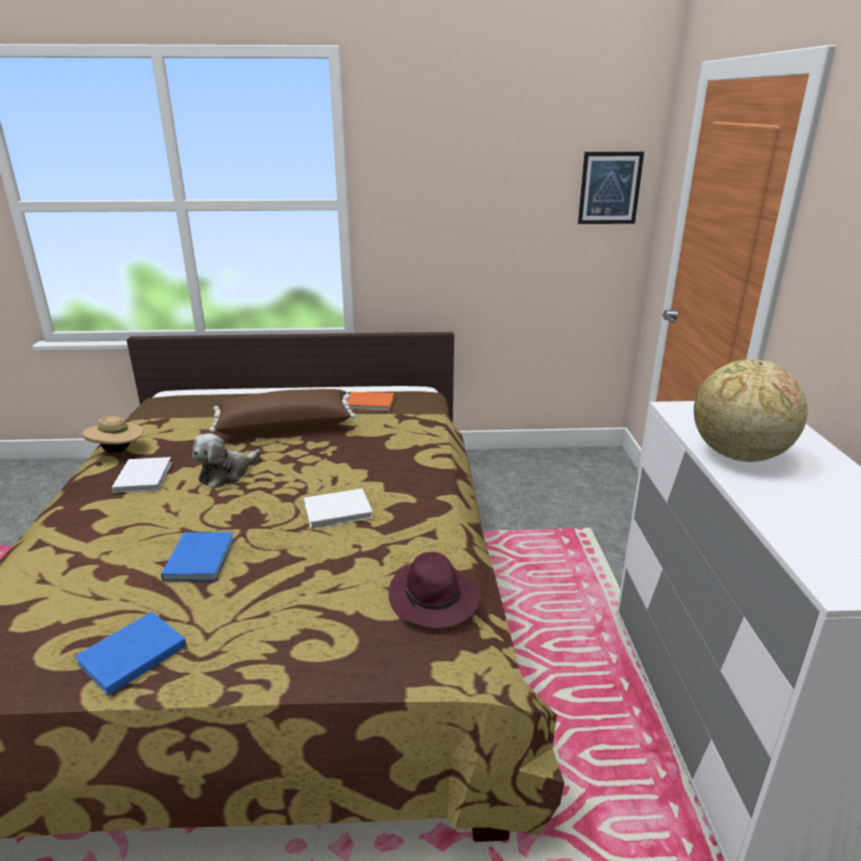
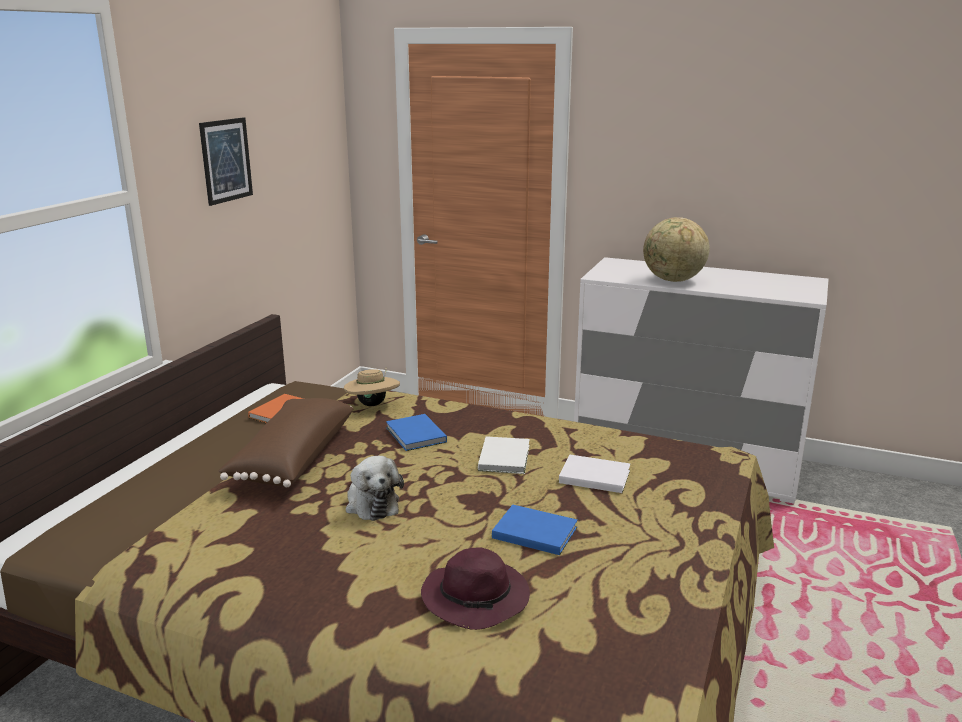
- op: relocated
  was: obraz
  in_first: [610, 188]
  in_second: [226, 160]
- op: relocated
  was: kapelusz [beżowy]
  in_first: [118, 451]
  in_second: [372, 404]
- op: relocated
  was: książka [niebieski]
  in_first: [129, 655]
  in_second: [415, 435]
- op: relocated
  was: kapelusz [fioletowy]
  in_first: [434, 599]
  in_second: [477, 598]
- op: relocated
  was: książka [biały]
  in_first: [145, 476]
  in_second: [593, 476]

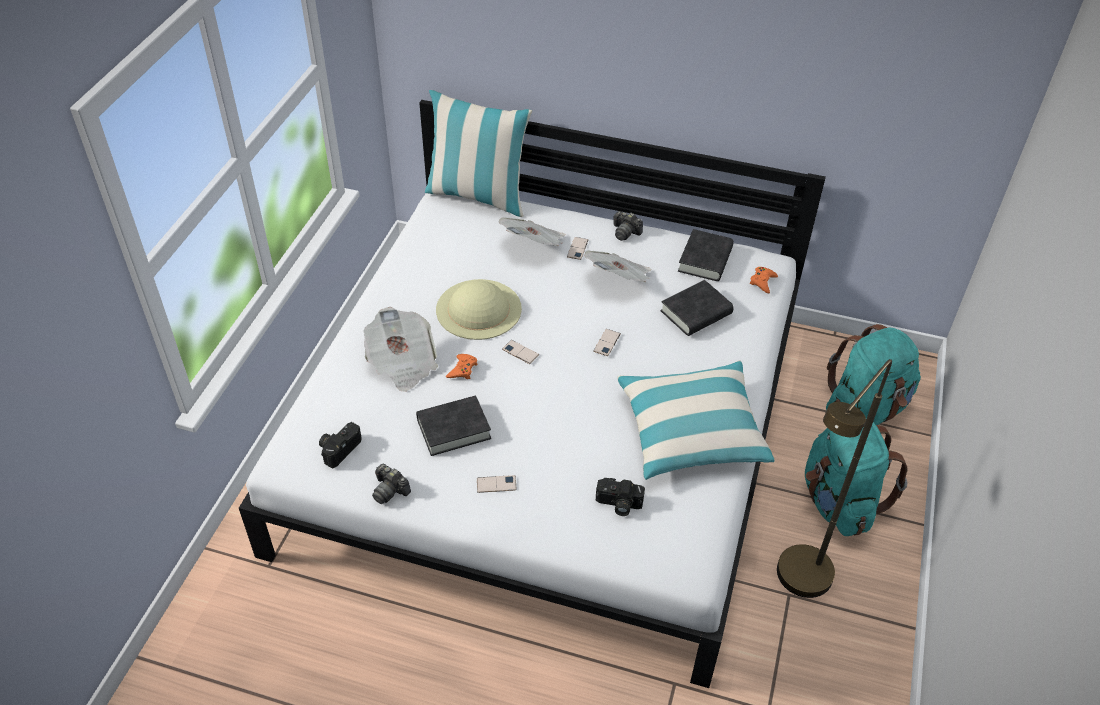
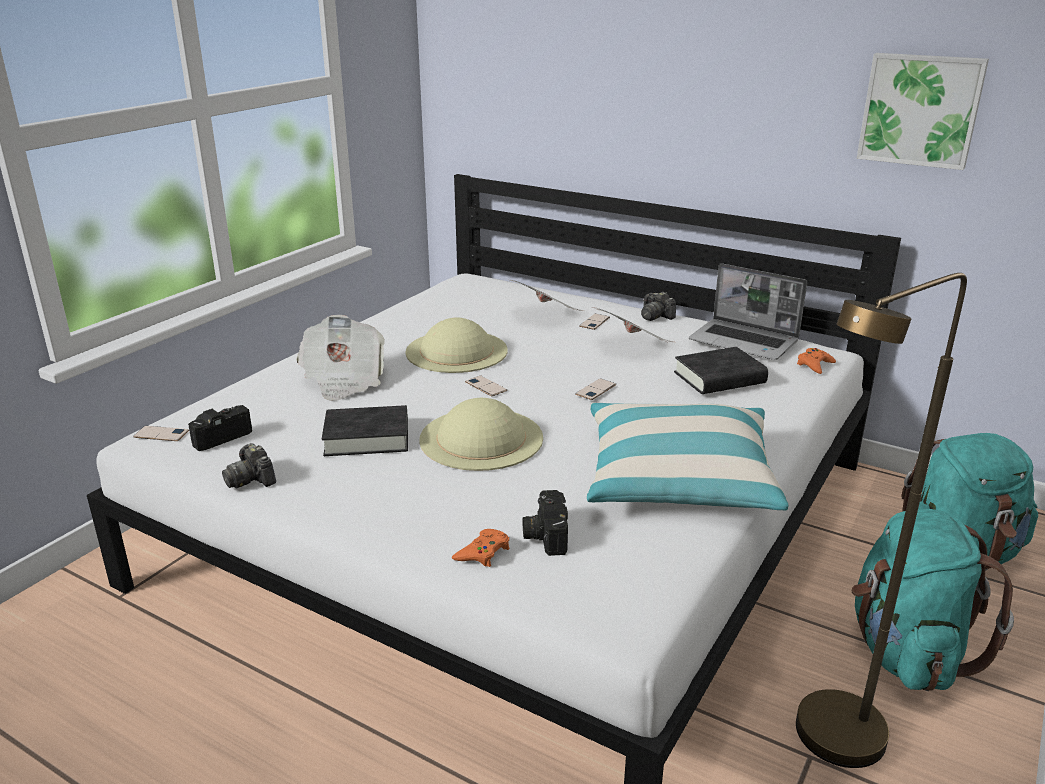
- op: relocated
  was: telefon
  in_first: [496, 484]
  in_second: [161, 434]
- op: appeared
  now: kapelusz [beżowy]
  in_second: [481, 438]
- op: relocated
  was: pad do gier [pomarańczowy]
  in_first: [462, 369]
  in_second: [483, 552]
- op: spun
  was: aparat fotograficzny
  in_first: [618, 504]
  in_second: [544, 534]
  clockwise: 60
- op: exchanged
  was: książka [czarny]
  now: laptop
  in_first: [705, 260]
  in_second: [745, 341]
- op: appeared
  now: obraz
  in_second: [920, 110]
- op: missing
  was: poduszka
  in_first: [478, 196]

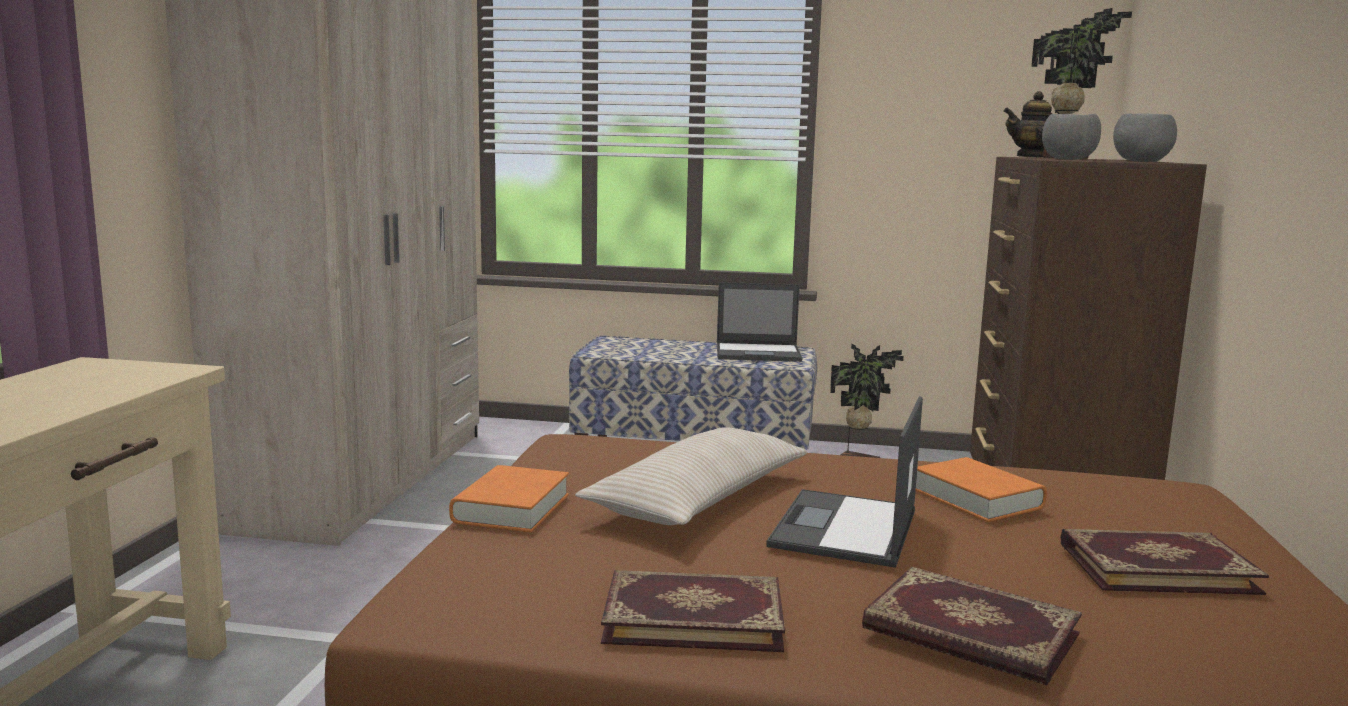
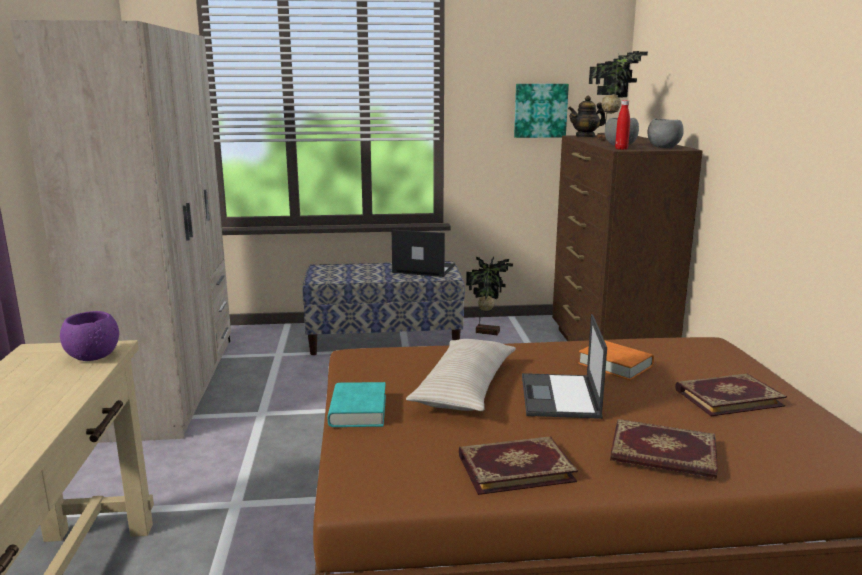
- op: appeared
  now: miska [fioletowy]
  in_second: [94, 357]
- op: colour
  was: książka [pomarańczowy]
  now: książka [turkusowy]
  in_first: [511, 508]
  in_second: [358, 411]
- op: spun
  was: laptop
  in_first: [759, 353]
  in_second: [423, 269]
  clockwise: -150
- op: appeared
  now: obraz
  in_second: [540, 110]
- op: appeared
  now: butelka [czerwony]
  in_second: [621, 149]

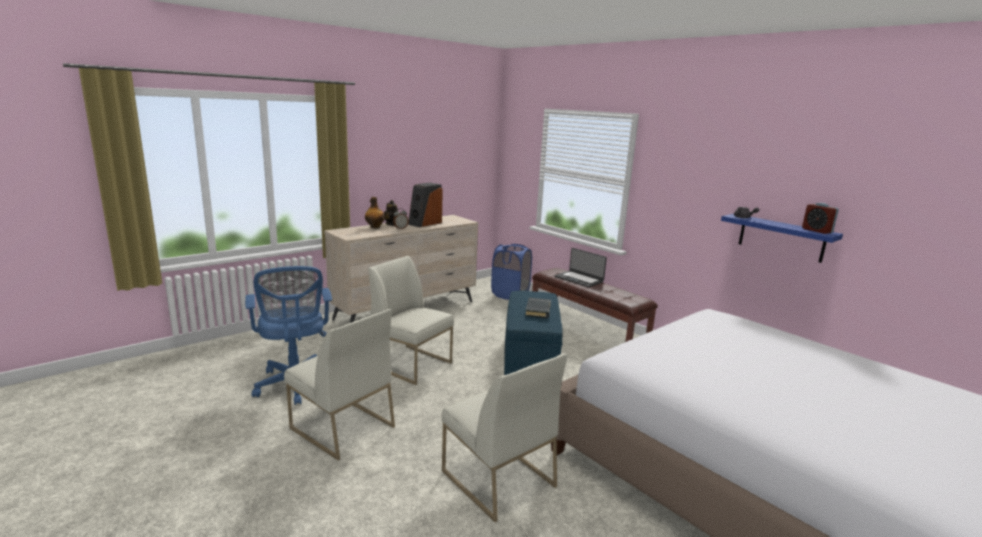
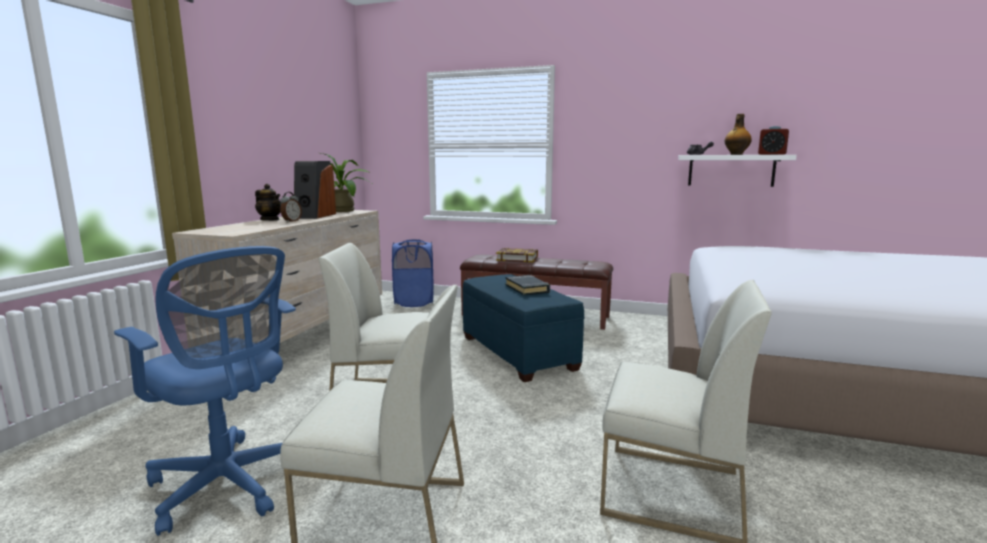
- op: appeared
  now: roślina doniczkowa
  in_second: [344, 211]
- op: exchanged
  was: laptop
  now: książka
  in_first: [579, 279]
  in_second: [517, 258]
- op: colour
  was: półka [niebieski]
  now: półka [biały]
  in_first: [781, 238]
  in_second: [731, 170]
- op: relocated
  was: butelka
  in_first: [374, 227]
  in_second: [736, 154]

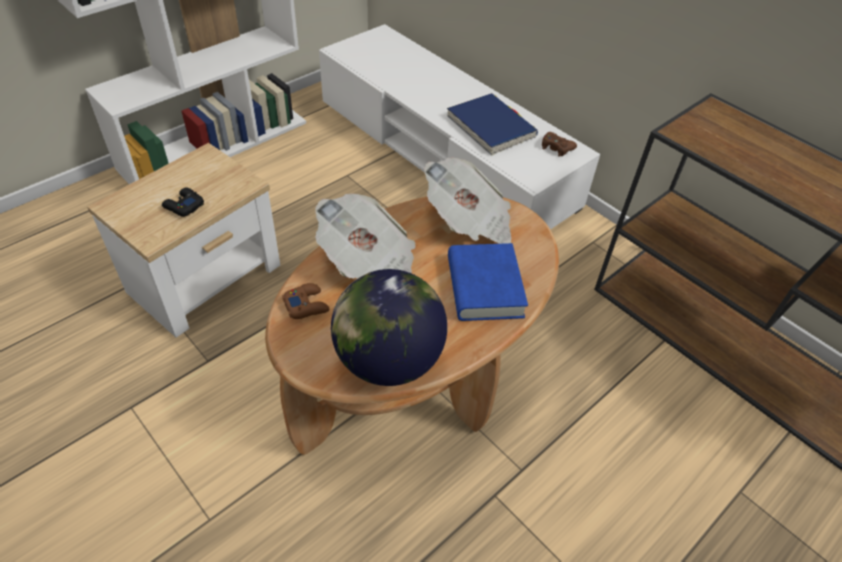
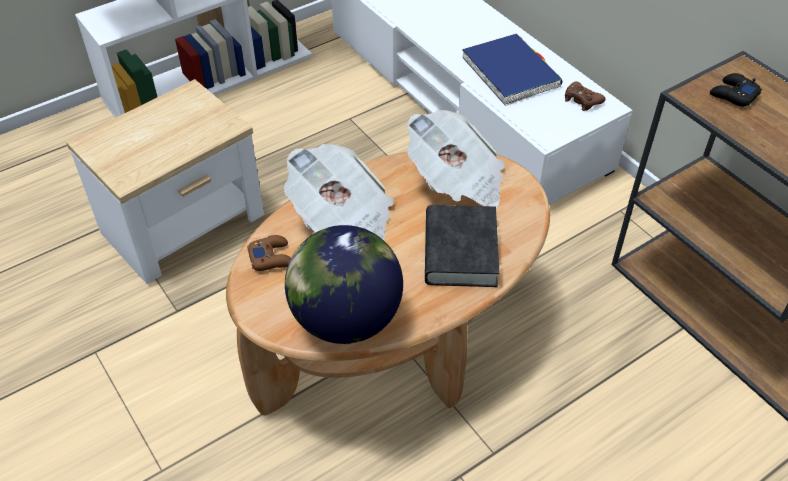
- op: colour
  was: książka [niebieski]
  now: książka [czarny]
  in_first: [484, 287]
  in_second: [460, 252]
- op: relocated
  was: pad do gier [czarny]
  in_first: [183, 206]
  in_second: [733, 95]

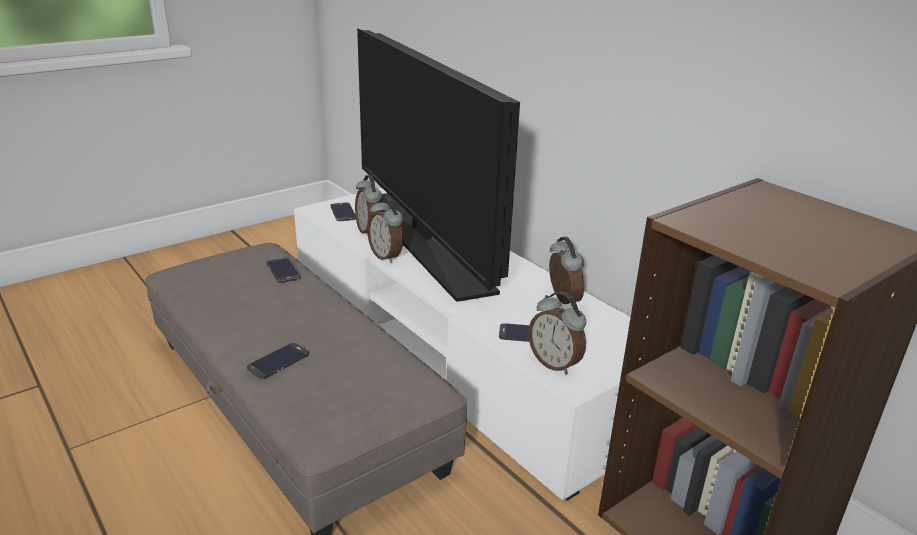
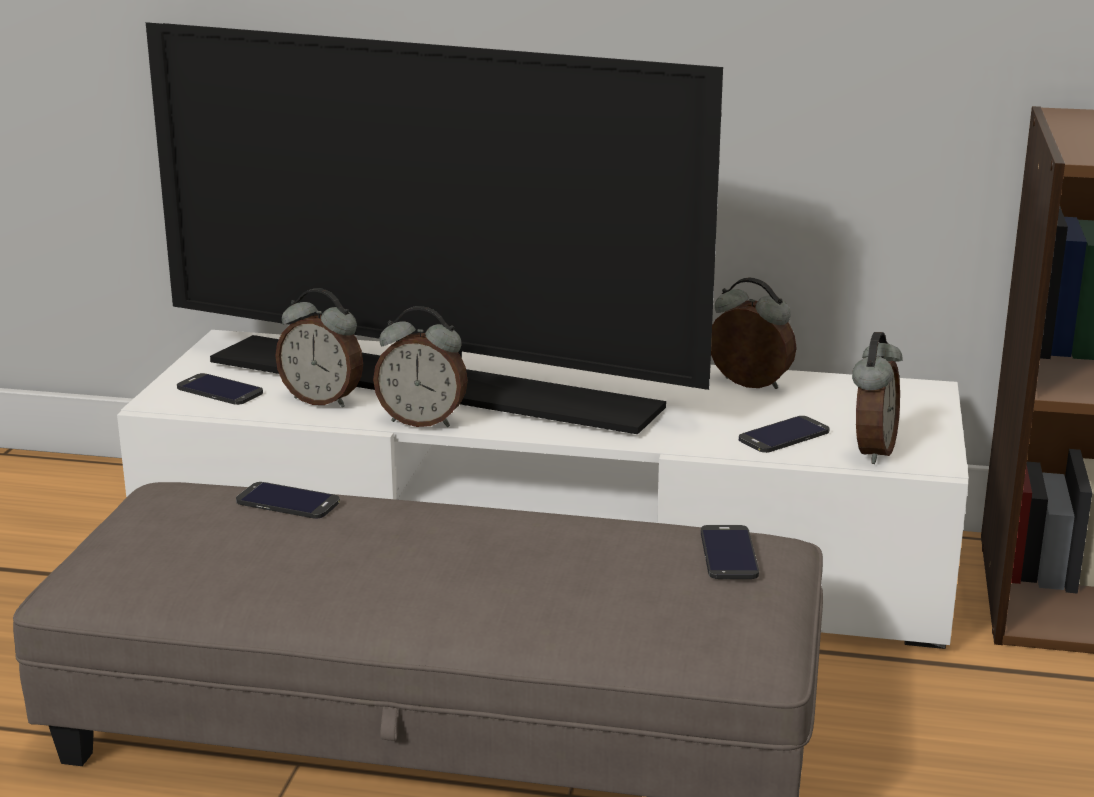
- op: relocated
  was: telefon
  in_first: [278, 361]
  in_second: [729, 553]
- op: spun
  was: budzik
  in_first: [555, 363]
  in_second: [871, 451]
  clockwise: -75

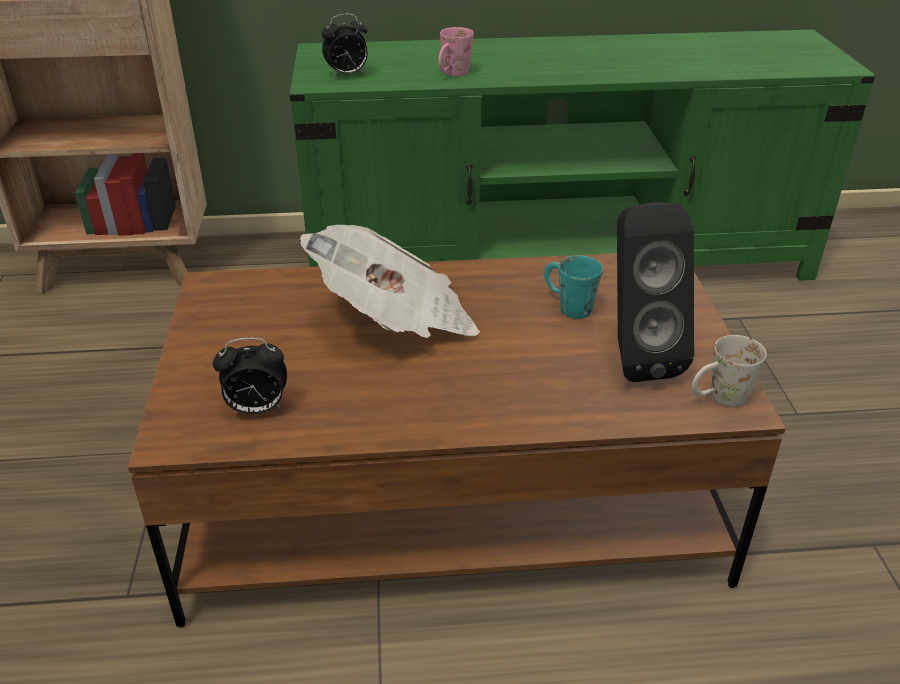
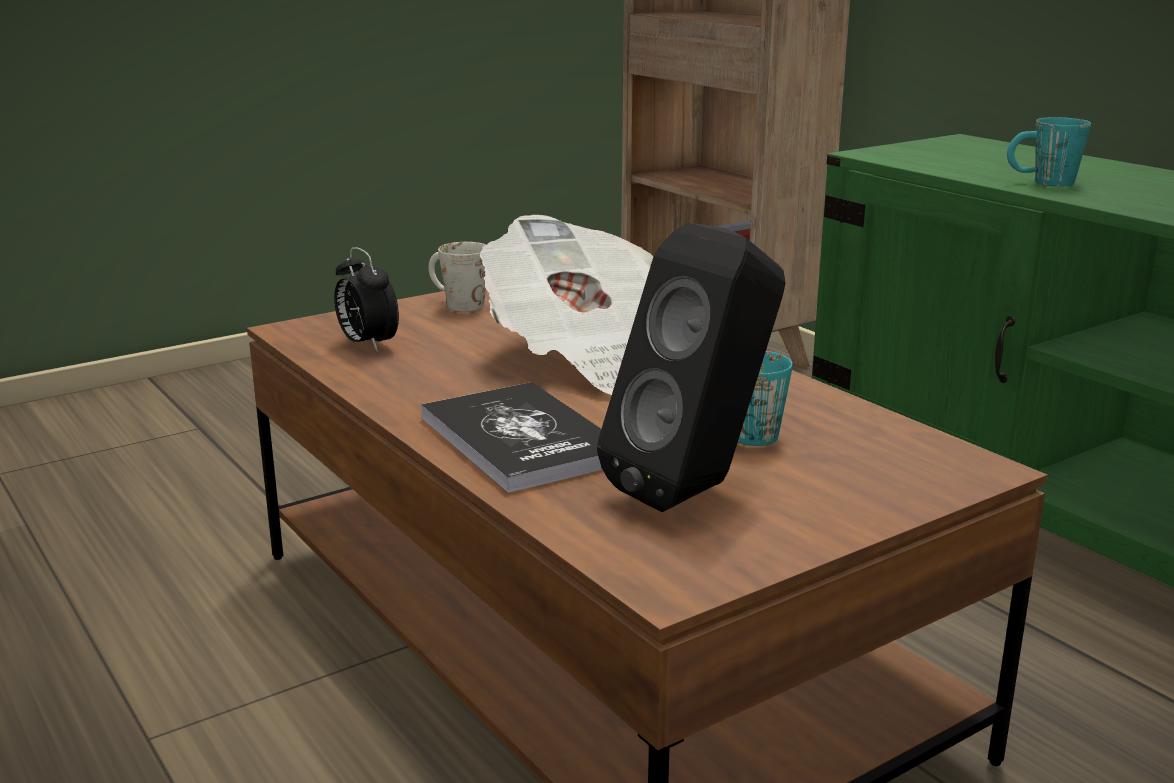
- op: appeared
  now: książka
  in_second: [521, 439]
- op: relocated
  was: kubek [biały]
  in_first: [718, 399]
  in_second: [456, 304]
- op: colour
  was: kubek [różowy]
  now: kubek [turkusowy]
  in_first: [452, 74]
  in_second: [1041, 183]
- op: missing
  was: budzik
  in_first: [347, 75]

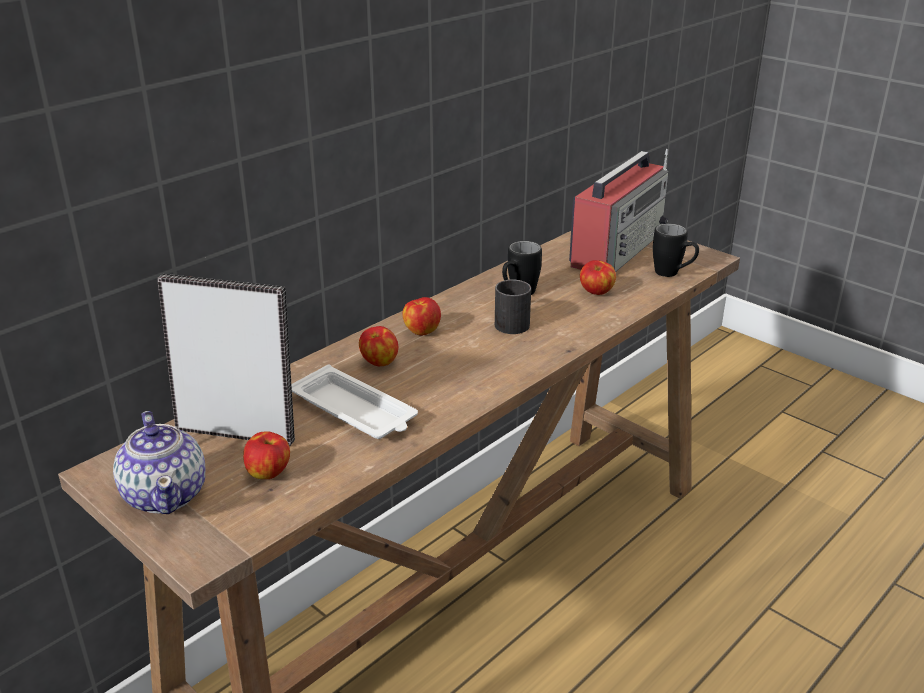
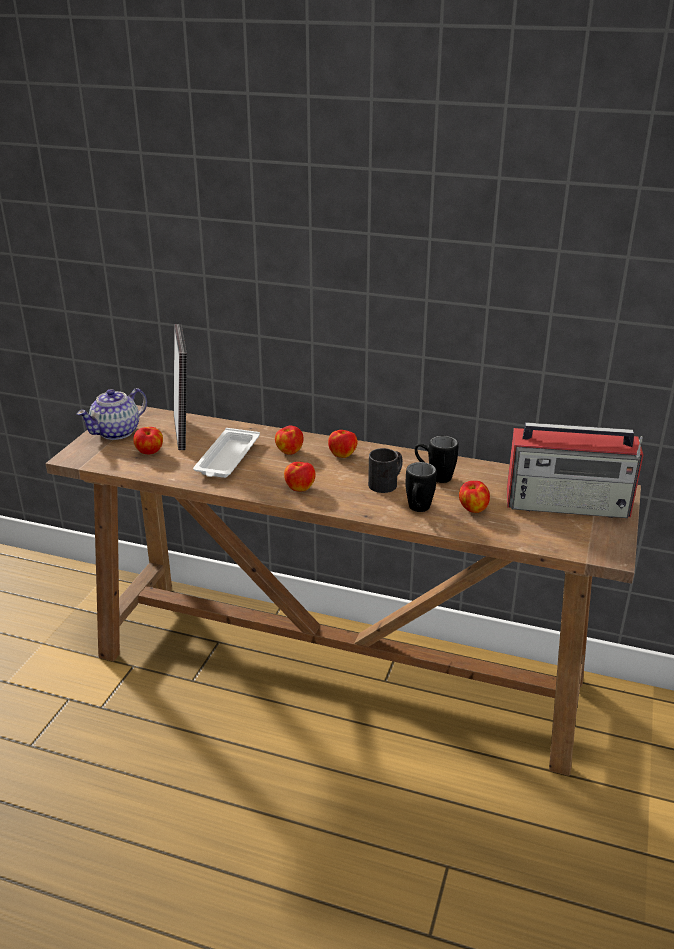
- op: appeared
  now: jabłko
  in_second: [300, 488]
- op: relocated
  was: kubek [czarny]
  in_first: [673, 274]
  in_second: [417, 510]

